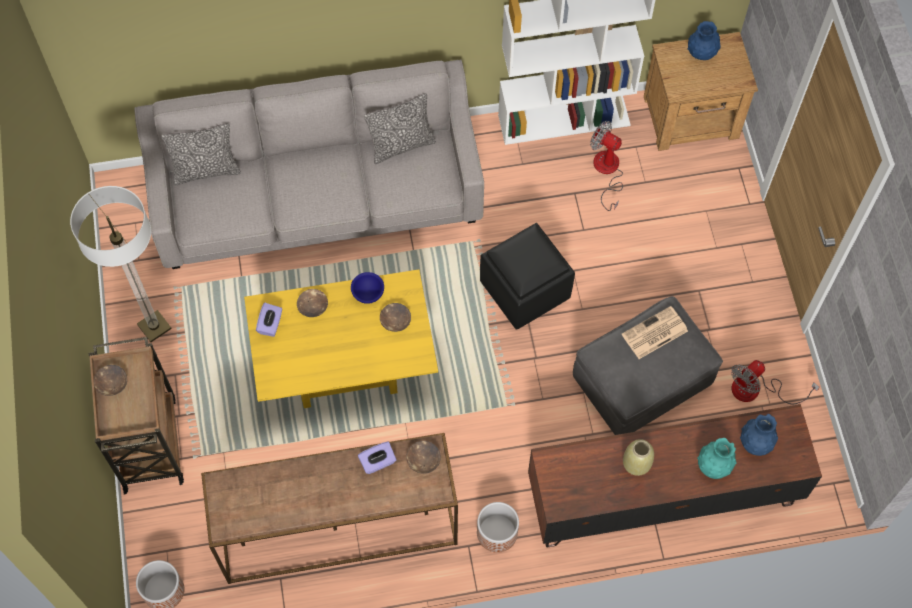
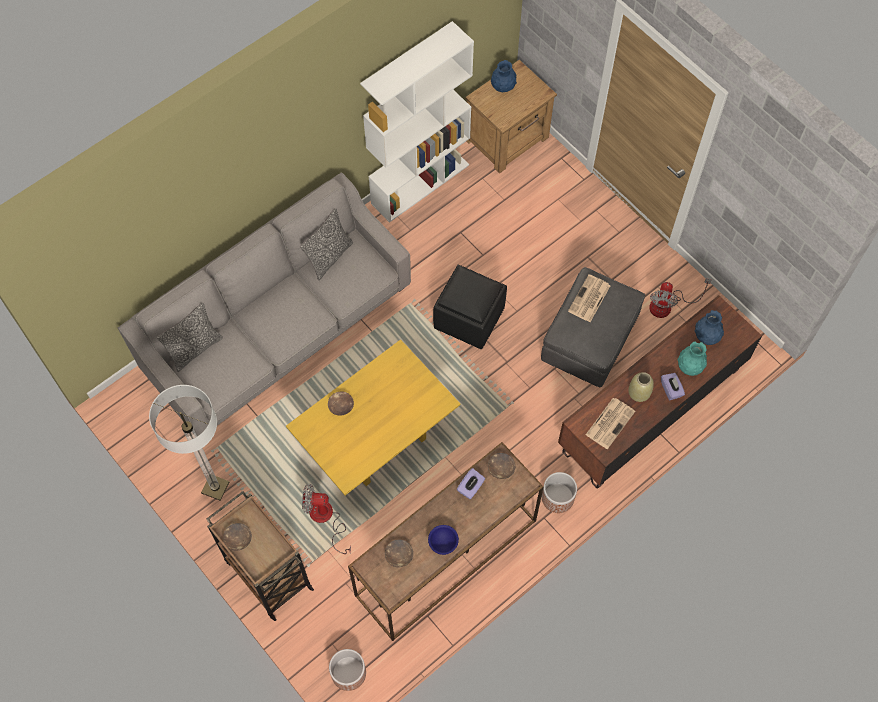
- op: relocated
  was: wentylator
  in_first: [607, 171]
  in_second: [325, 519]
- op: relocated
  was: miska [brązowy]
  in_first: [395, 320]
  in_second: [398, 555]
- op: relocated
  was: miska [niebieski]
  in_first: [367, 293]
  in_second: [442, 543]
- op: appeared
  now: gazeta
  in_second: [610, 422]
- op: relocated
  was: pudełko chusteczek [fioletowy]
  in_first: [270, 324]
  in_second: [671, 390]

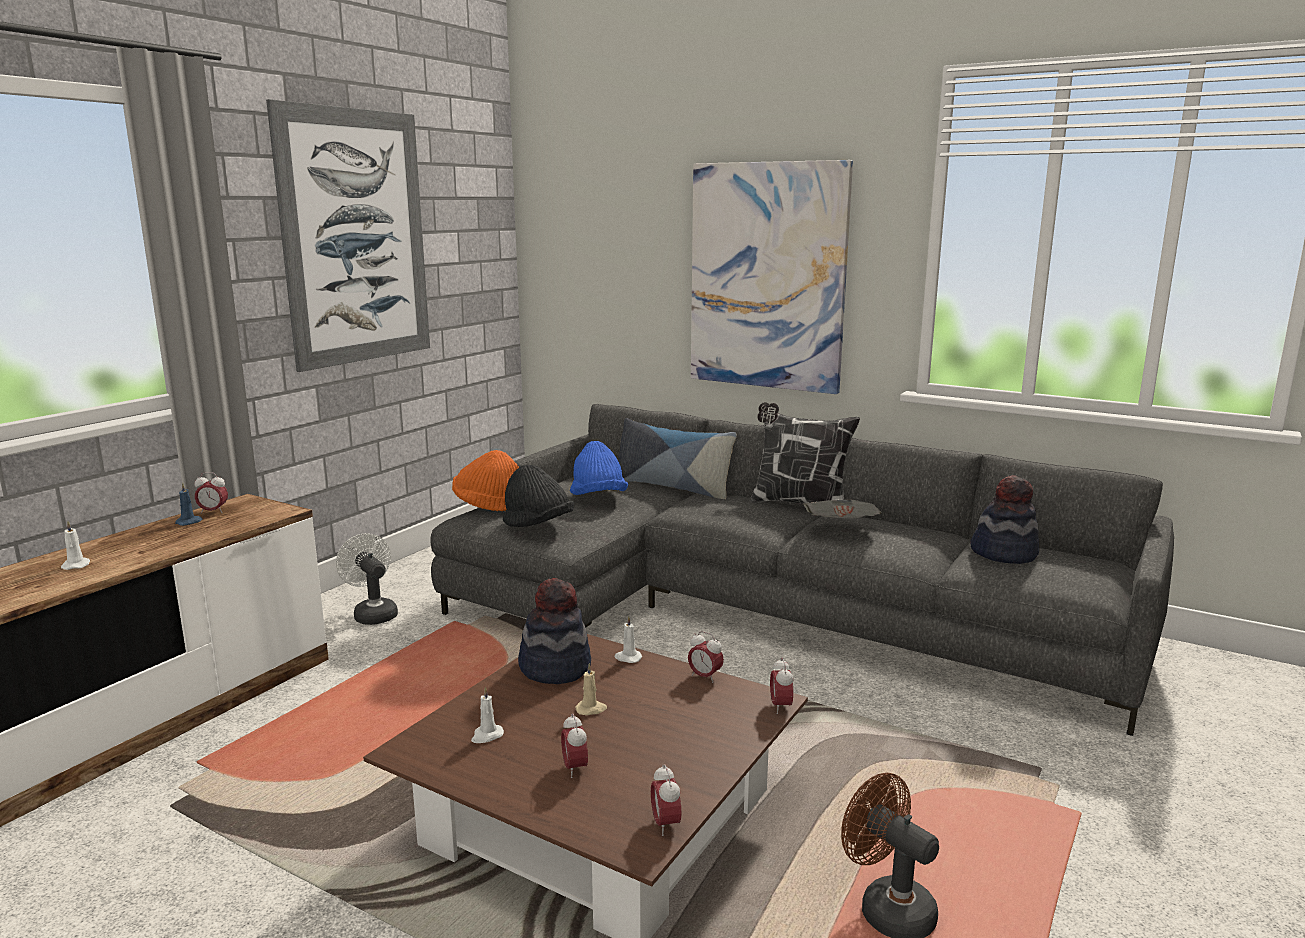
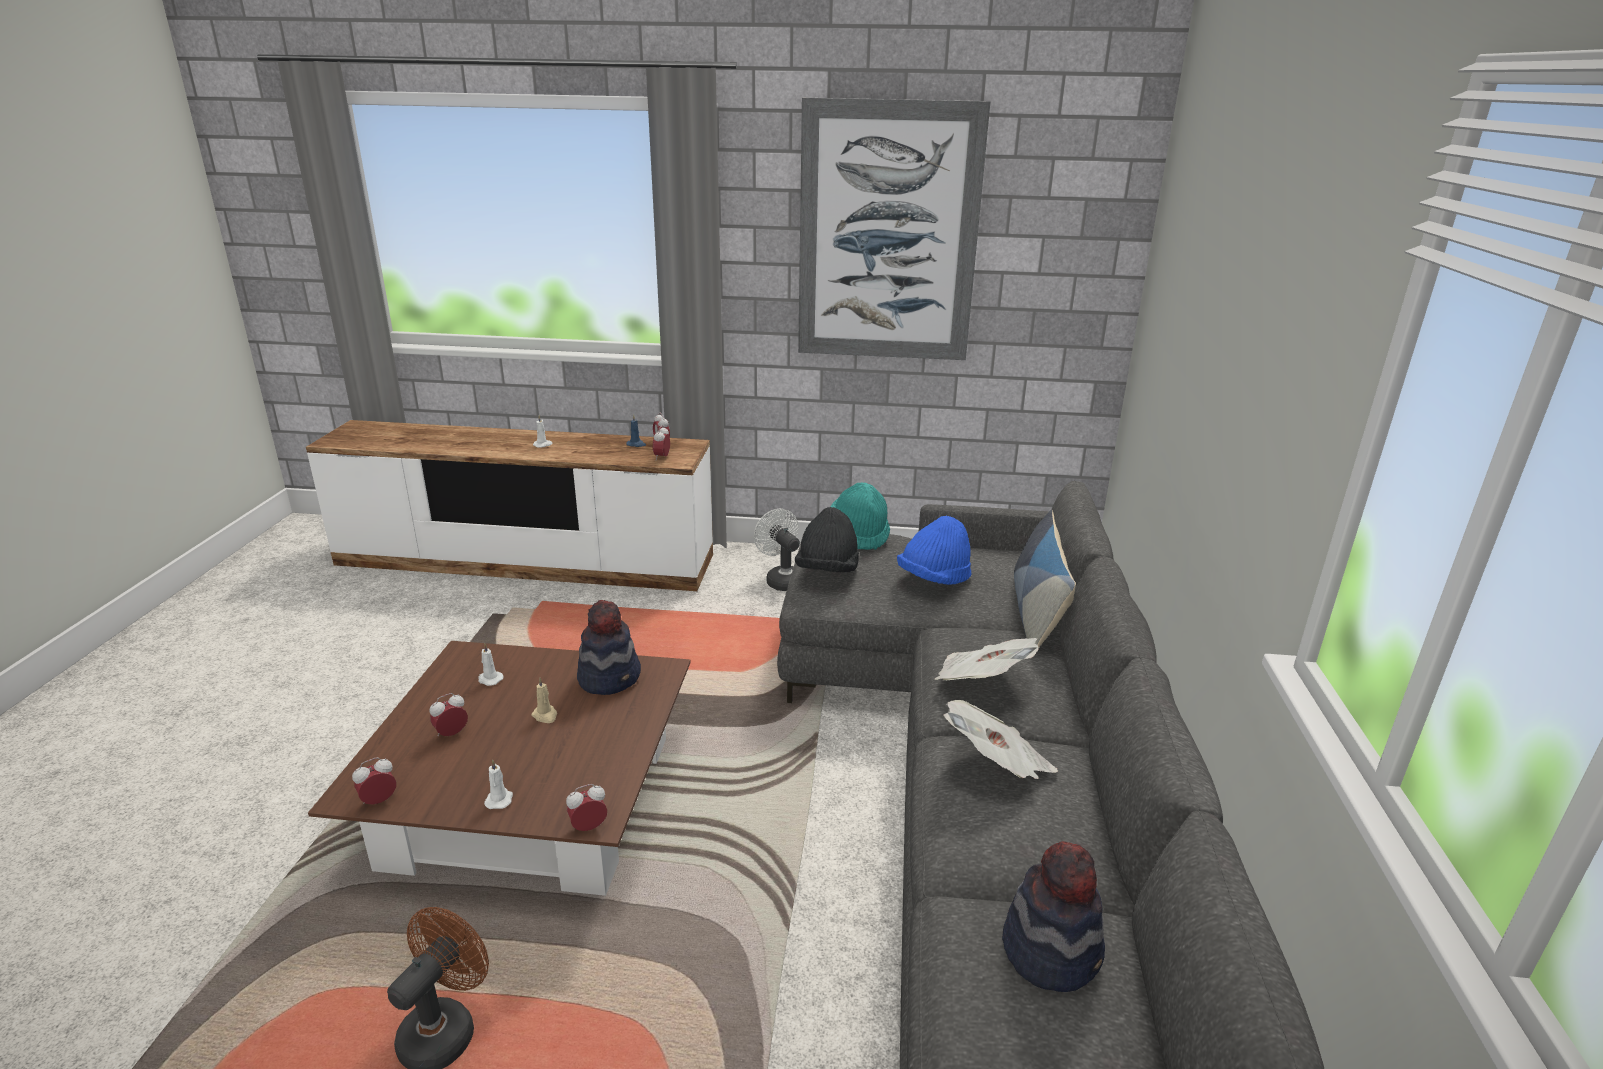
- op: relocated
  was: świeca [biały]
  in_first: [627, 658]
  in_second: [499, 799]
- op: relocated
  was: budzik
  in_first: [705, 677]
  in_second: [662, 457]
- op: spun
  was: wentylator [biały]
  in_first: [372, 613]
  in_second: [781, 579]
  clockwise: -60
- op: colour
  was: kapelusz [pomarańczowy]
  now: kapelusz [turkusowy]
  in_first: [489, 505]
  in_second: [859, 534]
- op: appeared
  now: gazeta
  in_second: [981, 681]
- op: missing
  was: obraz
  in_first: [767, 277]
- op: missing
  was: poduszka
  in_first: [799, 504]

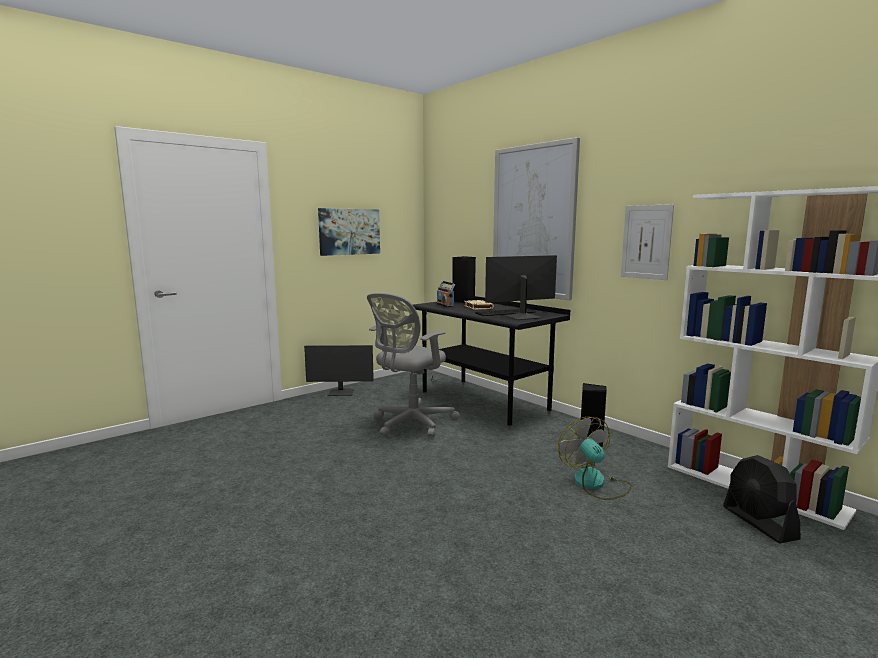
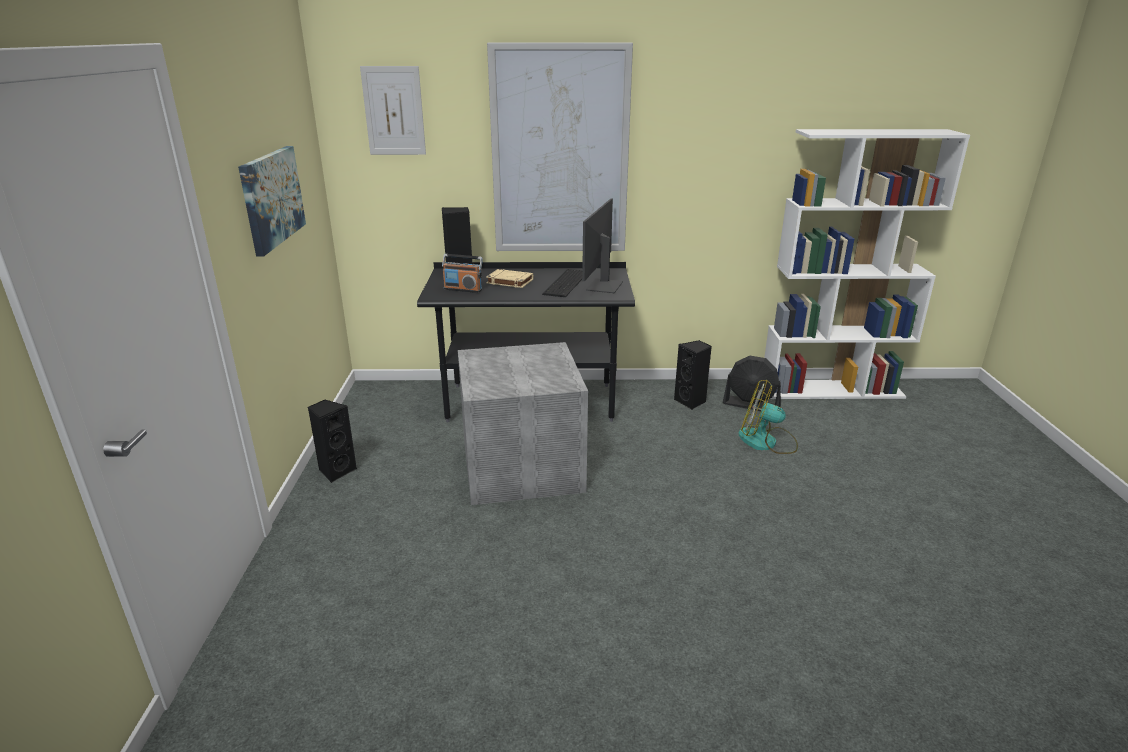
- op: exchanged
  was: monitor
  now: głośnik [czarny]
  in_first: [341, 393]
  in_second: [336, 471]
- op: relocated
  was: obraz
  in_first: [646, 242]
  in_second: [394, 111]
- op: exchanged
  was: krzesło biurowe [szary]
  now: pojemnik do przechowywania [szary]
  in_first: [410, 424]
  in_second: [520, 468]
- op: relocated
  was: wentylator [czarny]
  in_first: [759, 523]
  in_second: [751, 405]

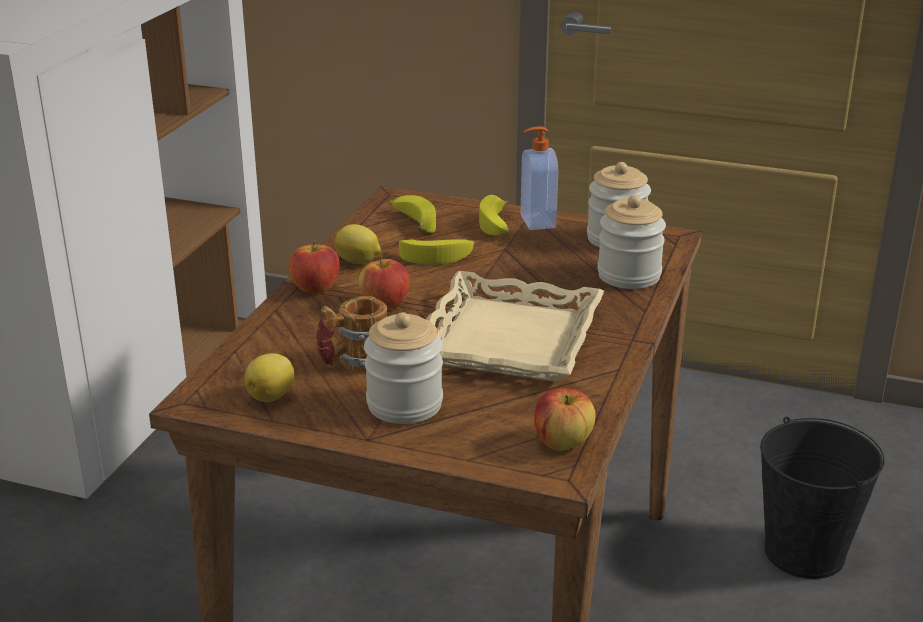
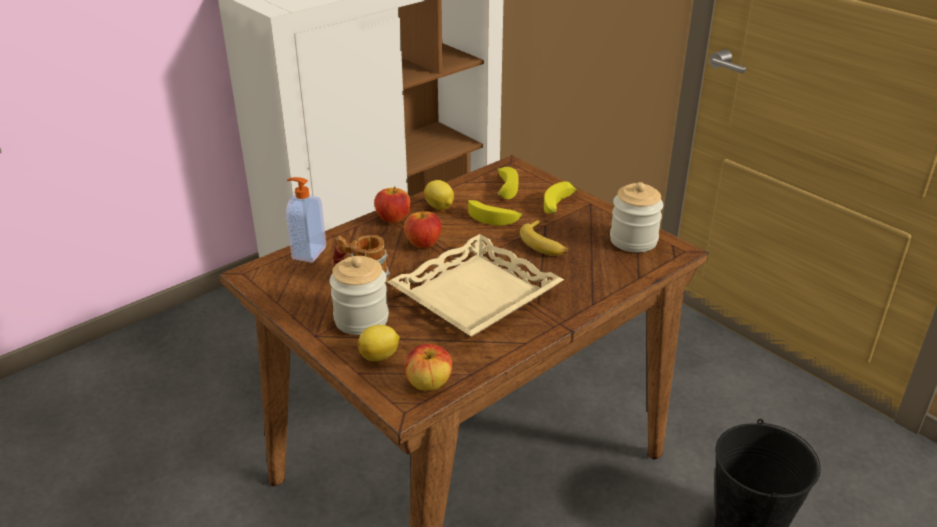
- op: relocated
  was: dozownik mydła
  in_first: [536, 222]
  in_second: [308, 252]
- op: relocated
  was: cytryna
  in_first: [272, 396]
  in_second: [380, 356]
- op: appeared
  now: banan
  in_second: [544, 244]
- op: missing
  was: słoik
  in_first: [629, 275]

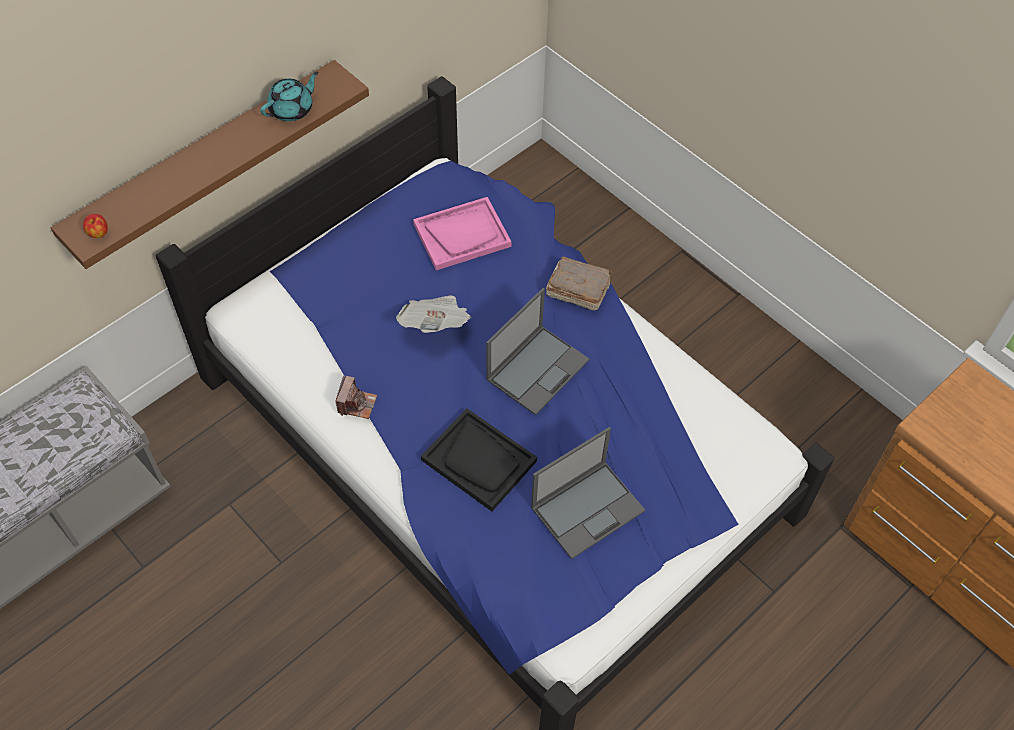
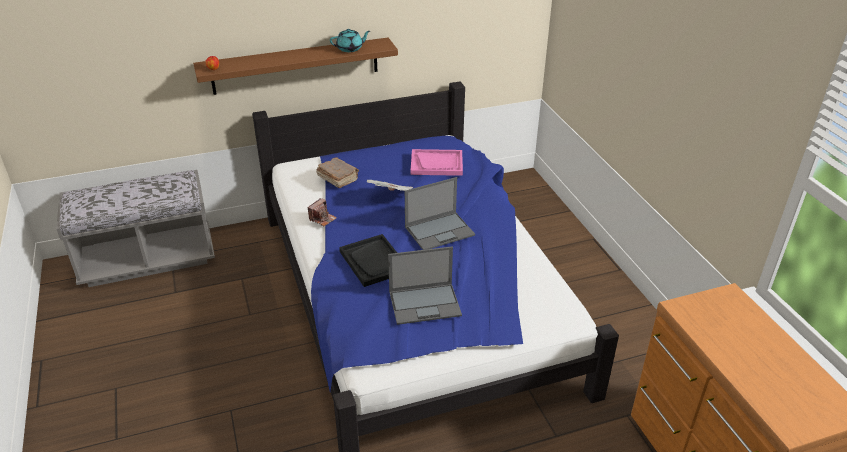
- op: relocated
  was: książka [brązowy]
  in_first: [577, 290]
  in_second: [337, 178]

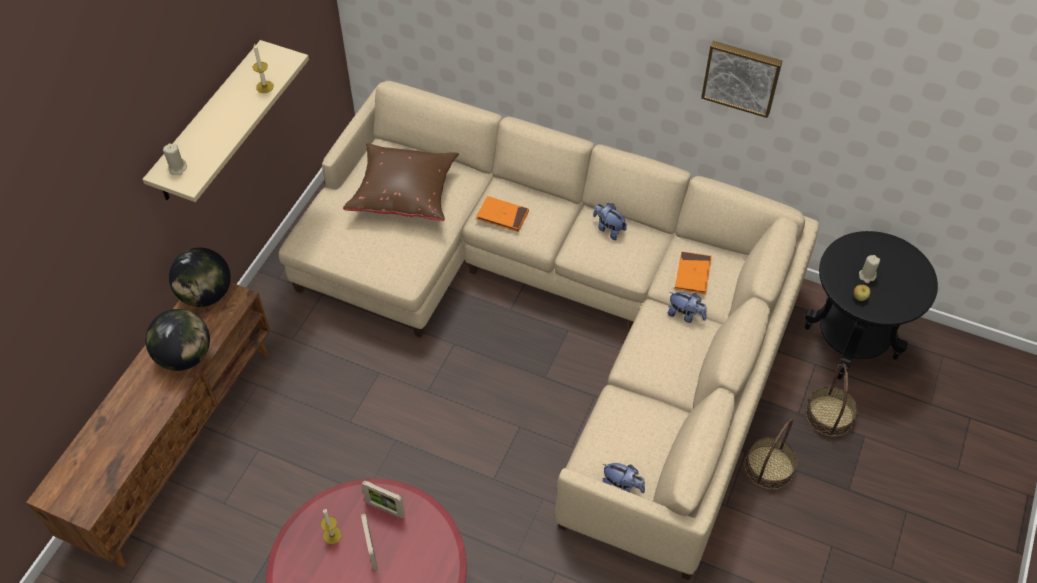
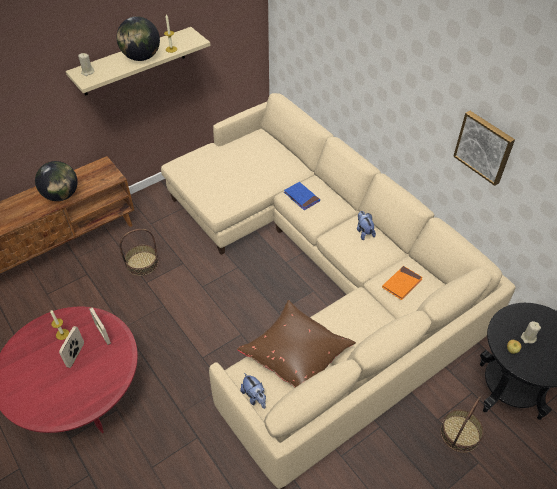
- op: relocated
  was: globus
  in_first: [206, 294]
  in_second: [141, 57]
- op: relocated
  was: koszyk
  in_first: [769, 467]
  in_second: [142, 263]
- op: relocated
  was: poduszka [brązowy]
  in_first: [404, 194]
  in_second: [296, 356]
- op: colour
  was: książka [pomarańczowy]
  now: książka [niebieski]
  in_first: [502, 216]
  in_second: [301, 197]
- op: missing
  was: pluszak
  in_first: [685, 315]

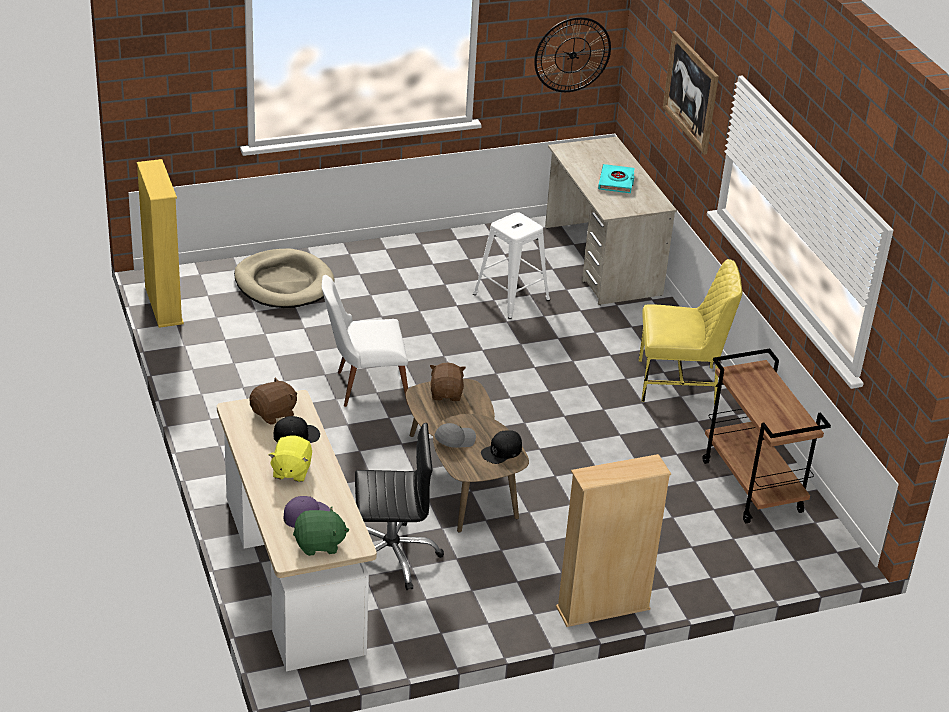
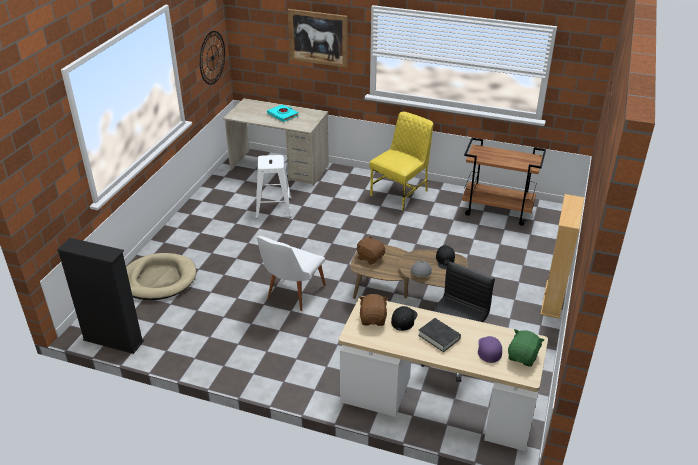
- op: colour
  was: regał [żółty]
  now: regał [czarny]
  in_first: [163, 305]
  in_second: [113, 341]
- op: exchanged
  was: pluszak [żółty]
  now: książka [czarny]
  in_first: [291, 471]
  in_second: [439, 337]

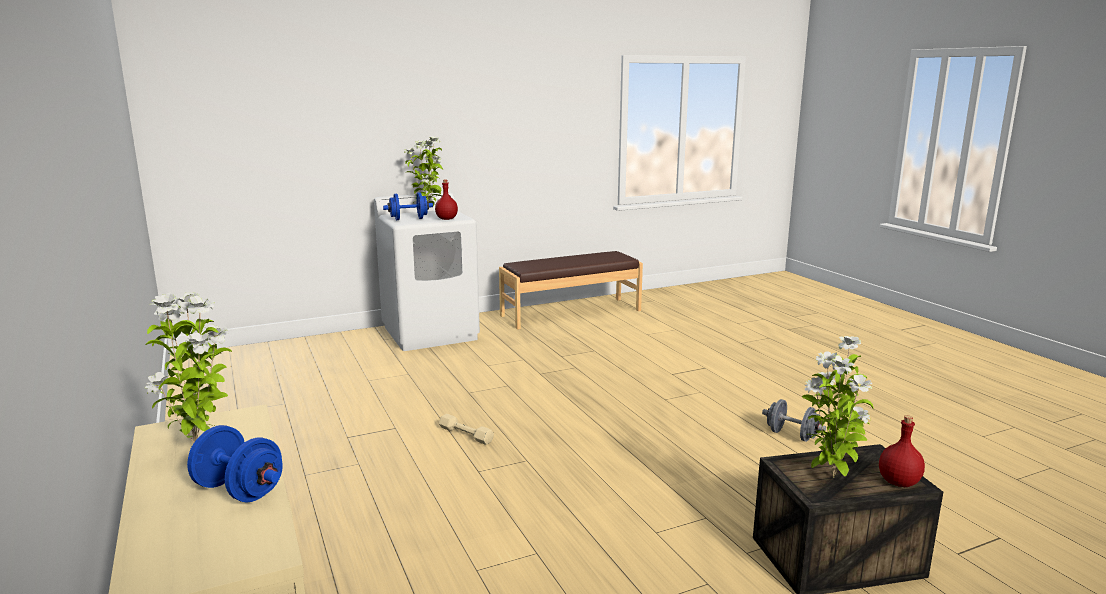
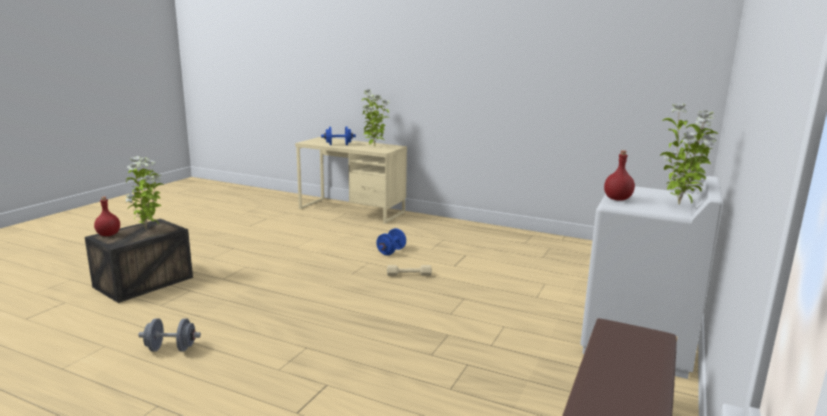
- op: relocated
  was: hantel [niebieski]
  in_first: [409, 219]
  in_second: [391, 251]

